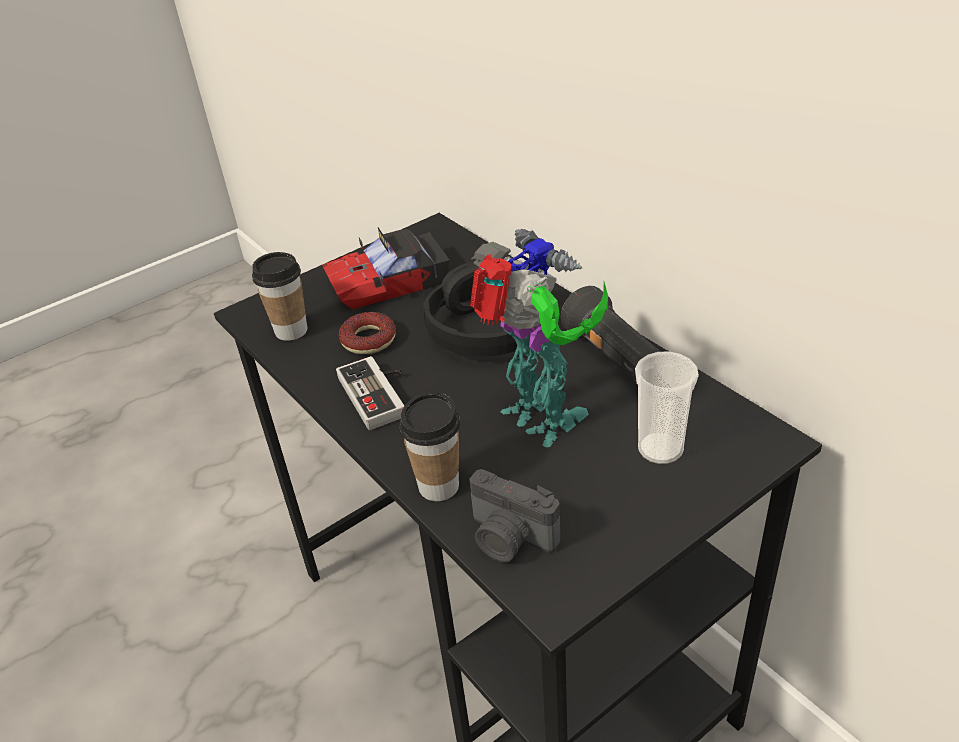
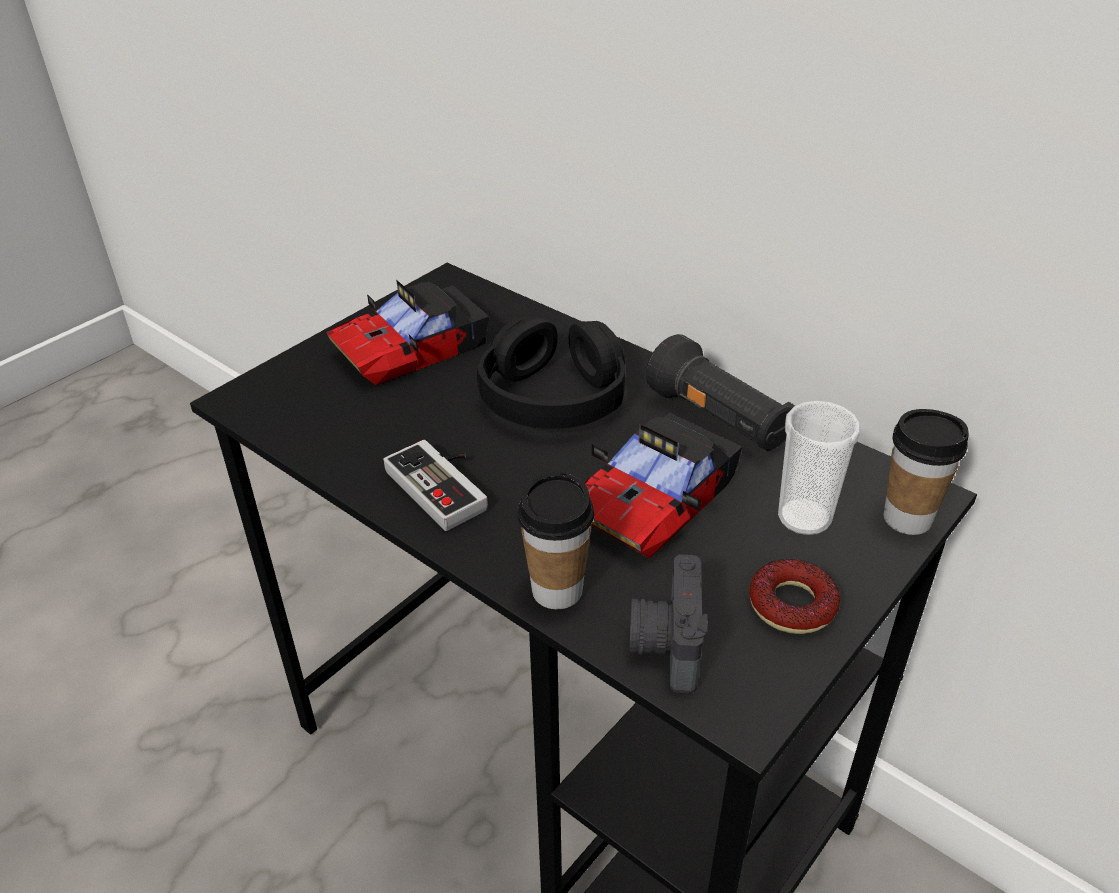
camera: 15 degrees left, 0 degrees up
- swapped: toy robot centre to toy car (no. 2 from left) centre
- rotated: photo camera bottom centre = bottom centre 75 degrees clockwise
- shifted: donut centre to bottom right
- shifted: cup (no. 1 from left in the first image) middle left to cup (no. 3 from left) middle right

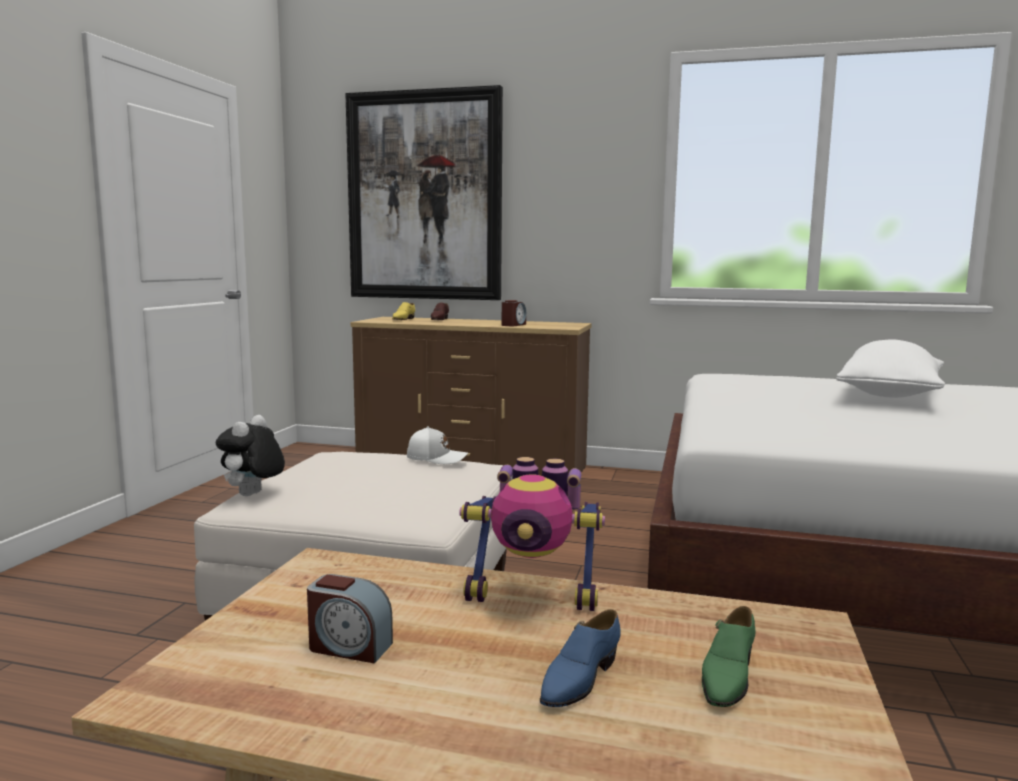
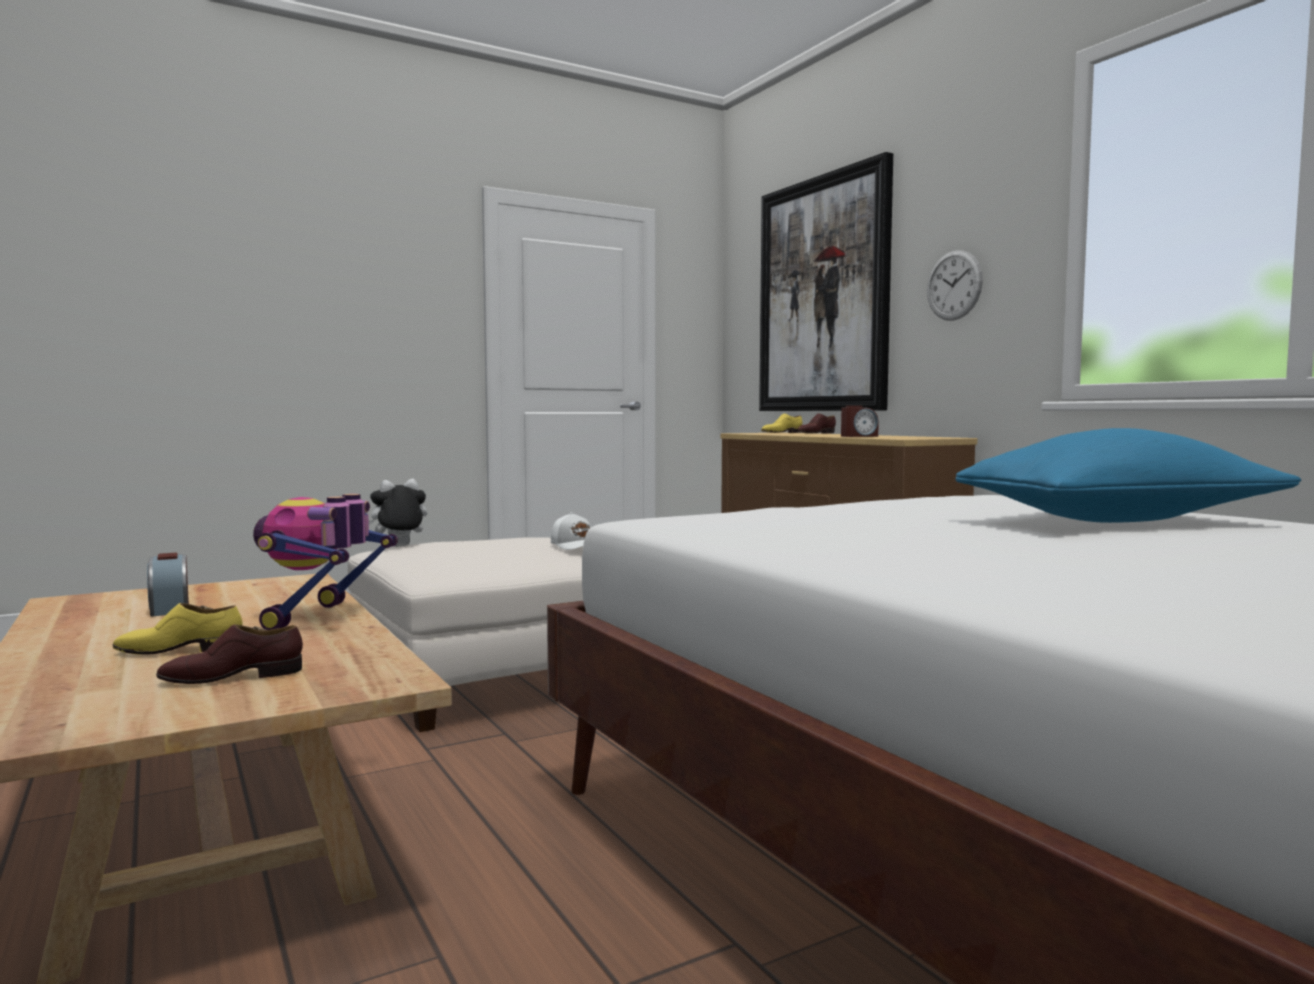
camera: 45 degrees right, 5 degrees down
- repainted: blue shoe bottom centre to yellow shoe (no. 1 from left) middle left
- repainted: green shoe bottom right to brown shoe (no. 1 from left) middle left
- rotated: toy robot bottom centre = middle left 45 degrees clockwise
- new: wall clock top right
- repainted: white pillow middle right to blue pillow middle right

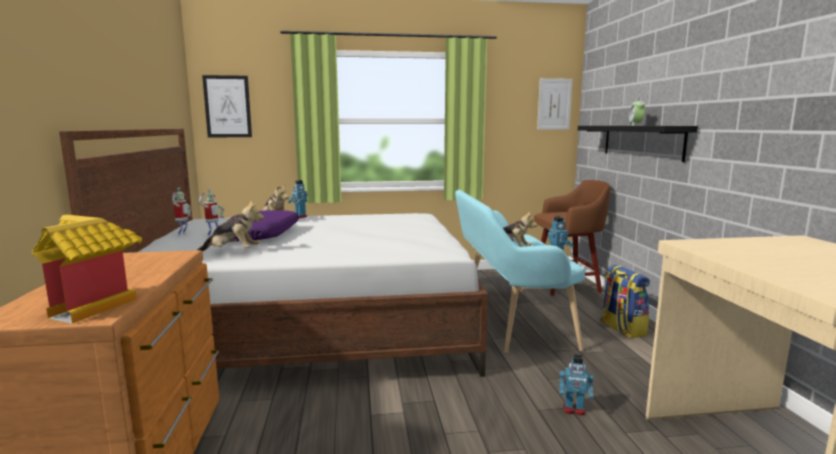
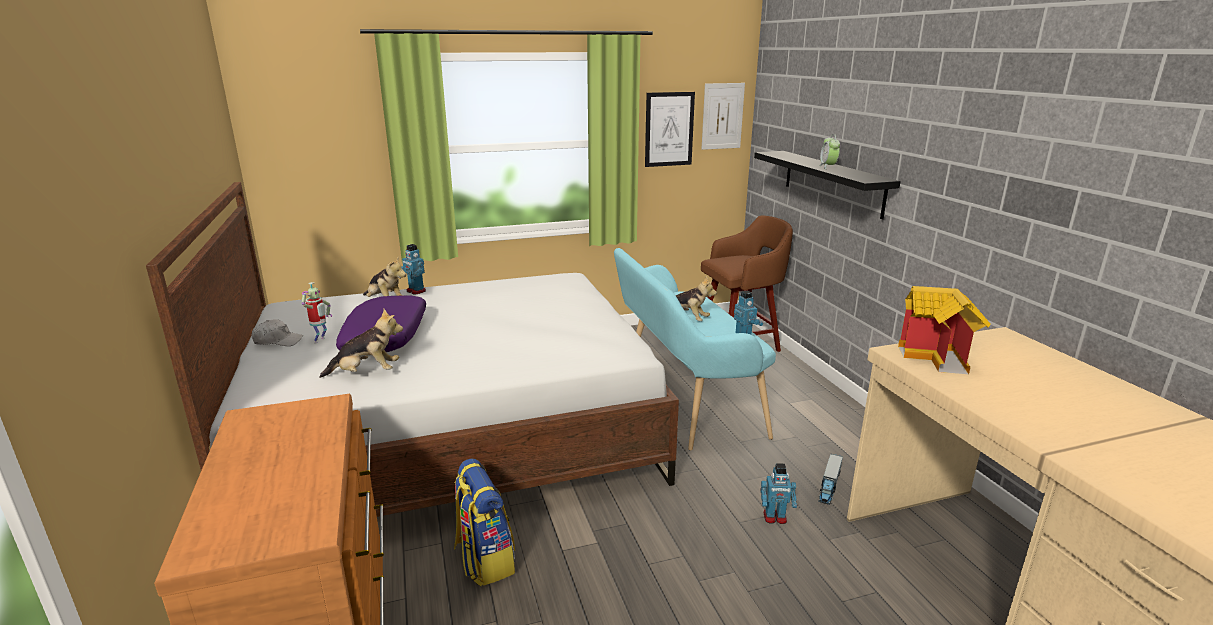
camera: 10 degrees left, 10 degrees up
- swapped: toy robot (no. 1 from left) middle left to white cap middle left
- shifted: backpack middle right to bottom centre
- shifted: picture (no. 1 from left) top left to top centre
- new: toy truck bottom right
- shifted: toy house middle left to middle right

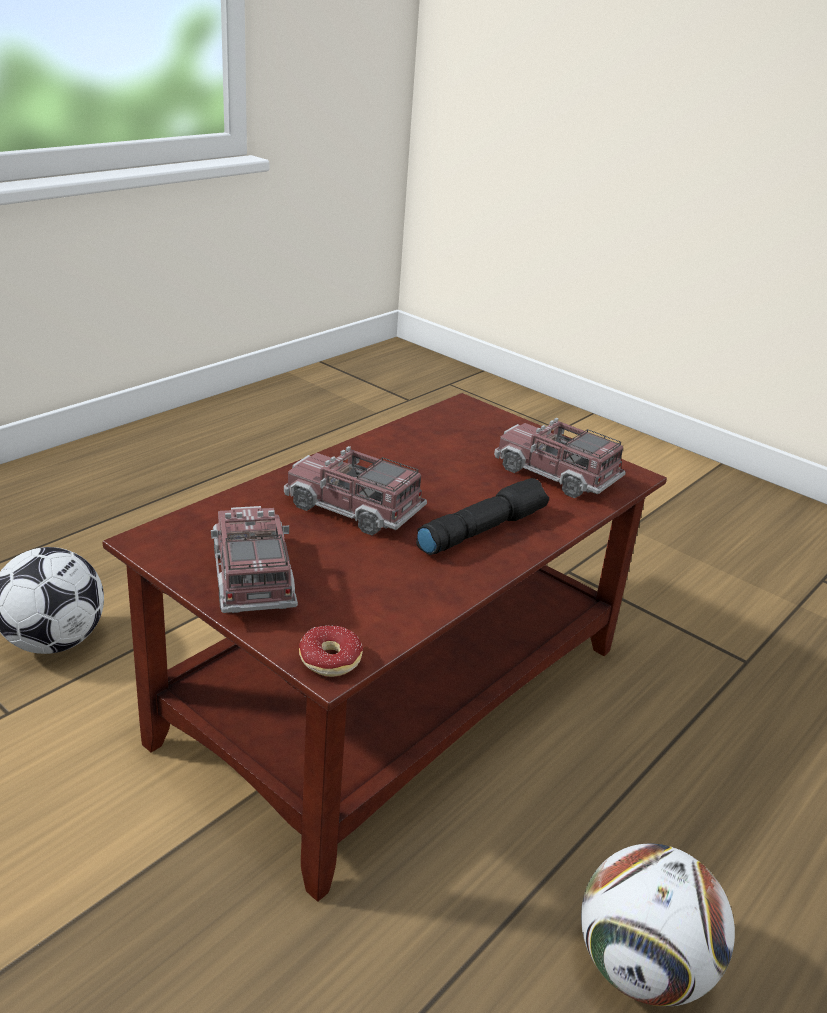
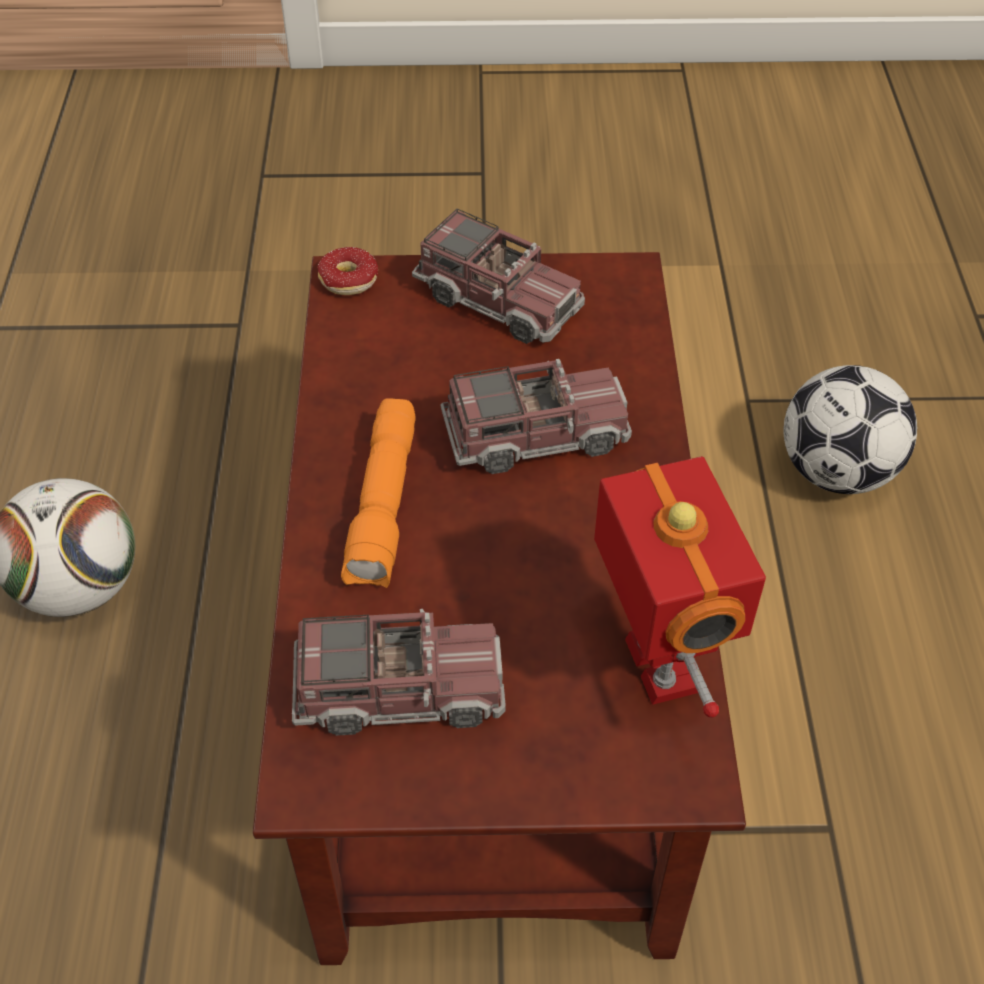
camera: 140 degrees right, 20 degrees up
- repainted: black flashlight centre to orange flashlight centre
- new: toy robot middle right

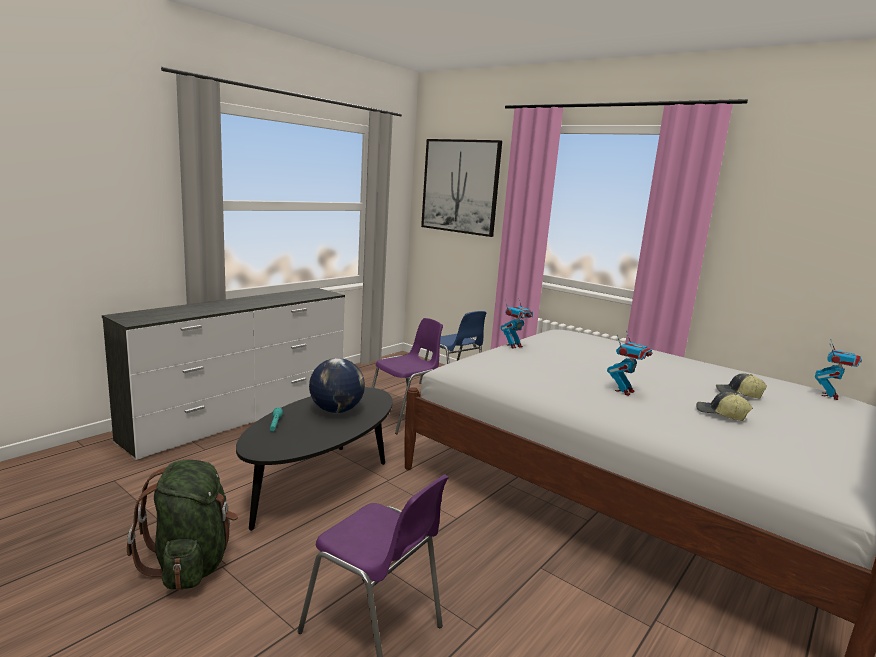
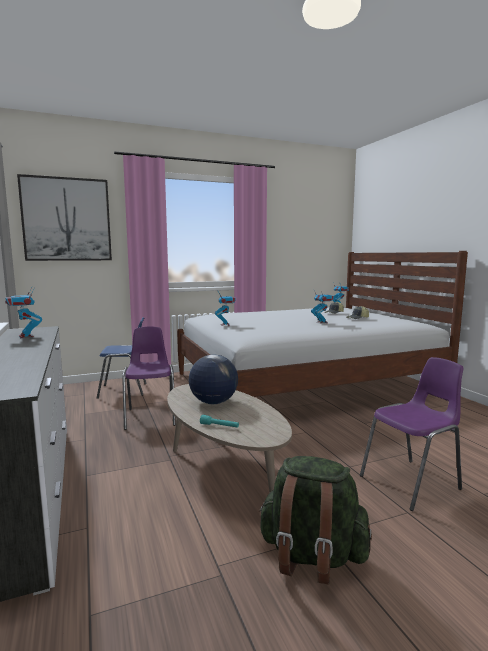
camera: 60 degrees left, 5 degrees down
- new: toy robot (no. 1 from left) middle left
- repainted: black coffee table bottom centre to beige coffee table bottom centre

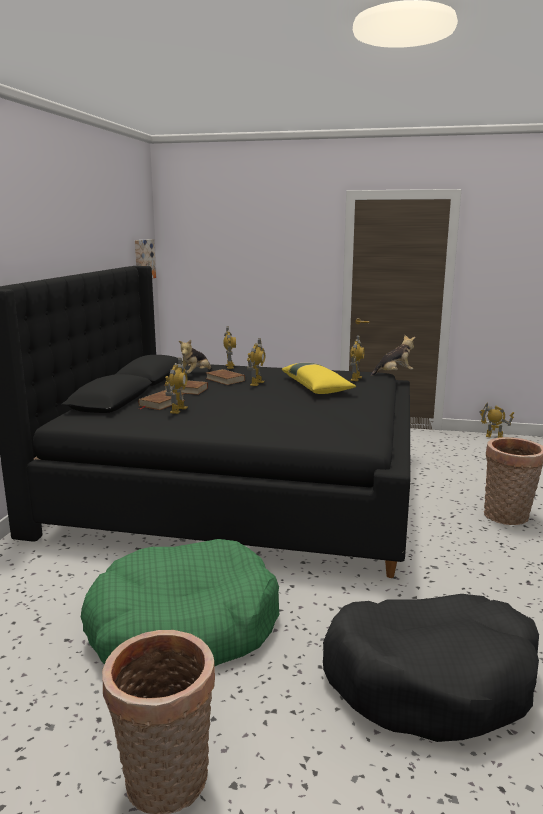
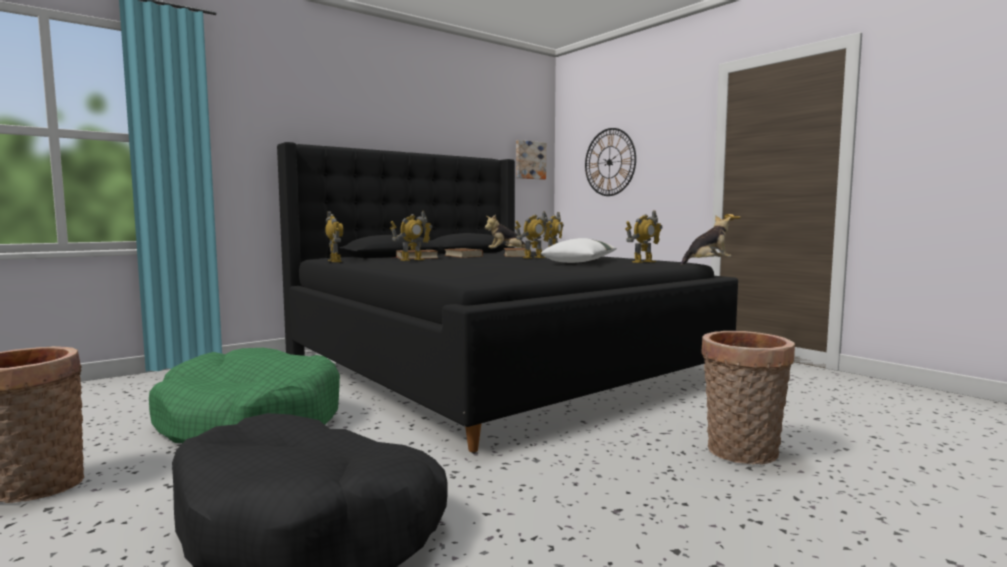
camera: 40 degrees right, 10 degrees down
- shifted: toy robot (no. 5 from left in the first image) middle right to toy robot (no. 1 from left) middle left
- repainted: yellow pillow centre to white pillow centre
- new: wall clock top centre
- rotated: plush toy (no. 2 from left) middle right = middle right 45 degrees counterclockwise

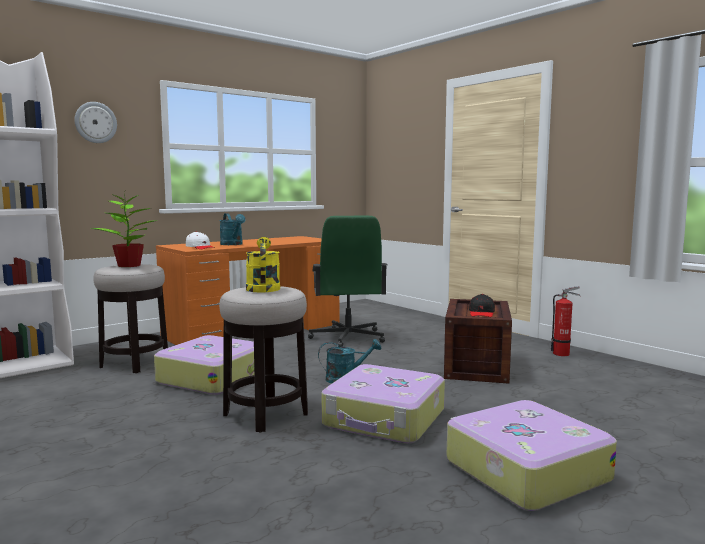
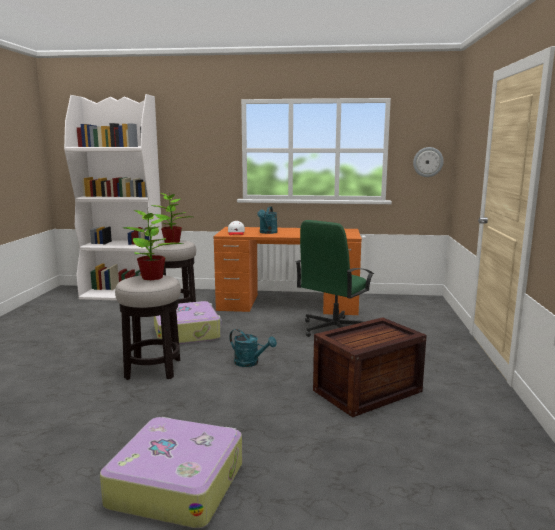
camera: 45 degrees right, 5 degrees up
- swapped: yellow watering can centre to potted plant (no. 1 from left) middle left
- shifted: wall clock top left to top right
- gone: suitcase (no. 2 from left) bottom centre
- gone: black cap middle right
- gone: fire extinguisher middle right

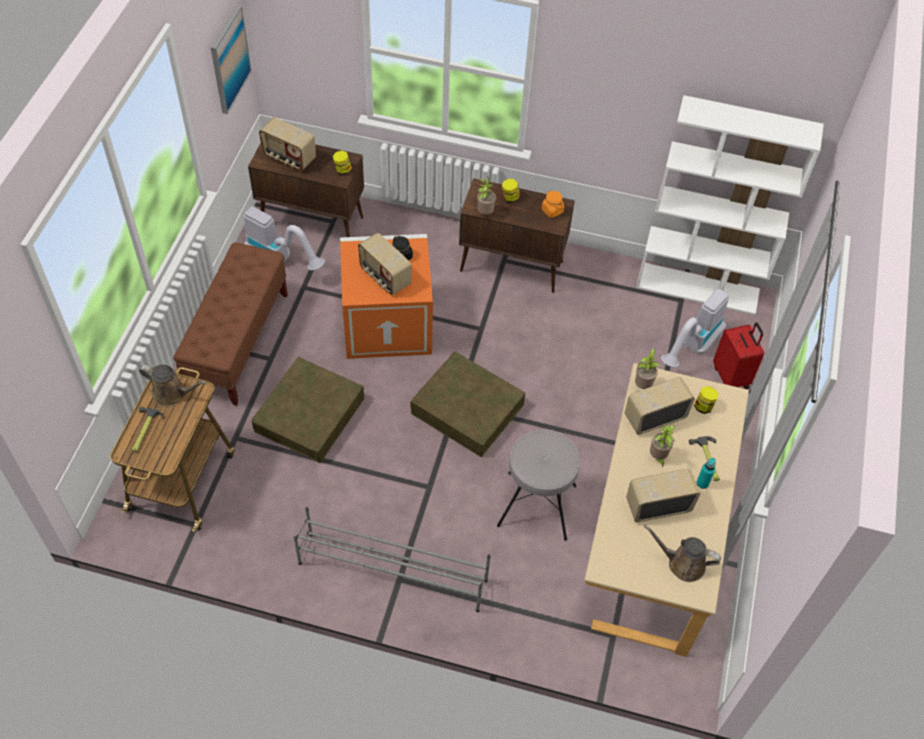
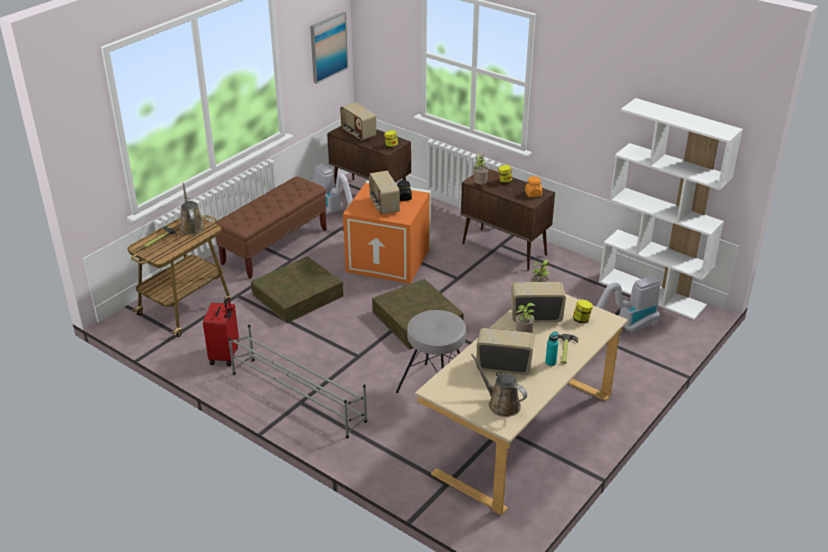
camera: 25 degrees right, 20 degrees down
- rotated: brown watering can (no. 1 from left) middle left = middle left 150 degrees counterclockwise
- shifted: red suitcase middle right to middle left

